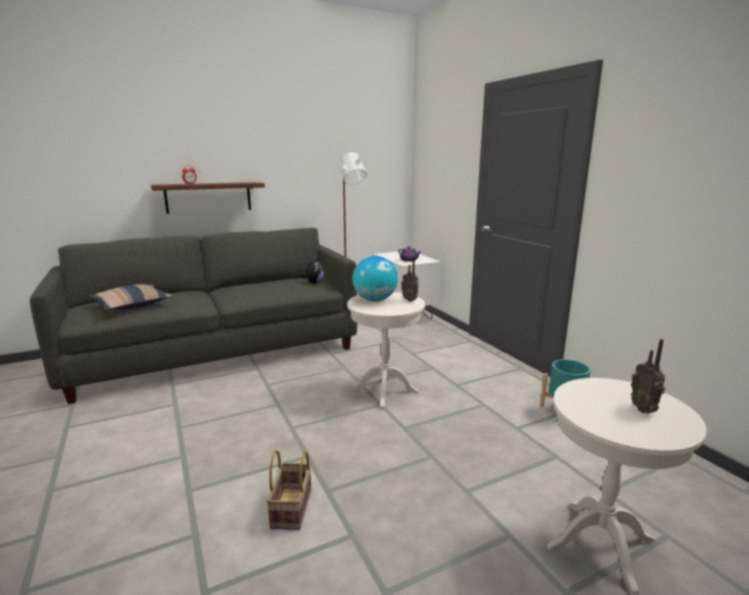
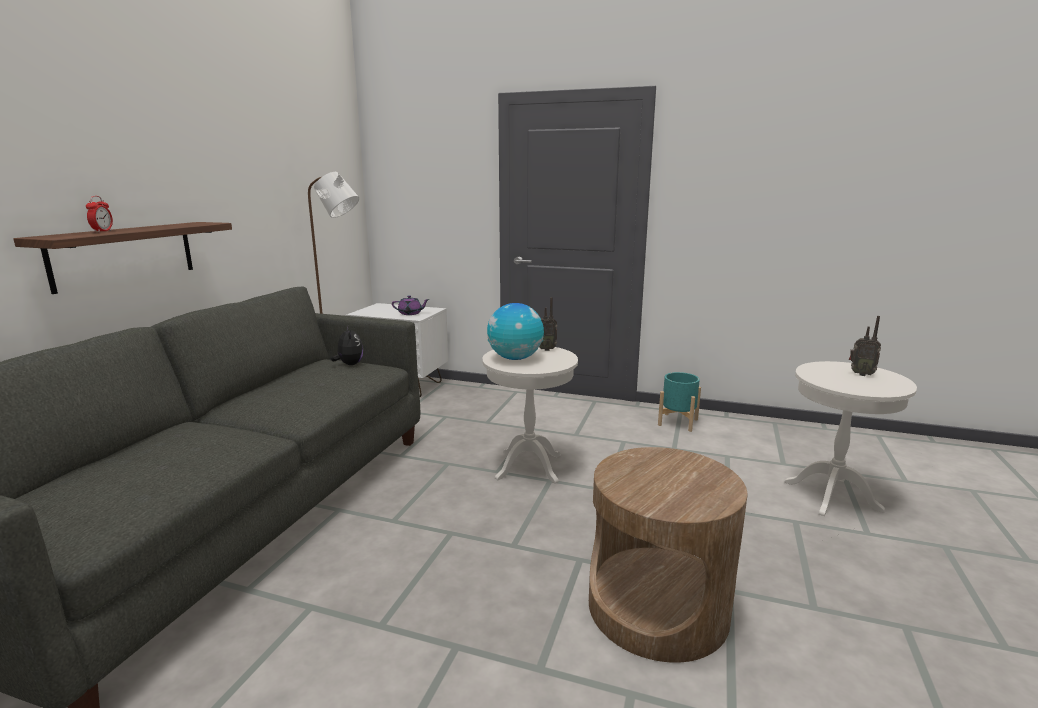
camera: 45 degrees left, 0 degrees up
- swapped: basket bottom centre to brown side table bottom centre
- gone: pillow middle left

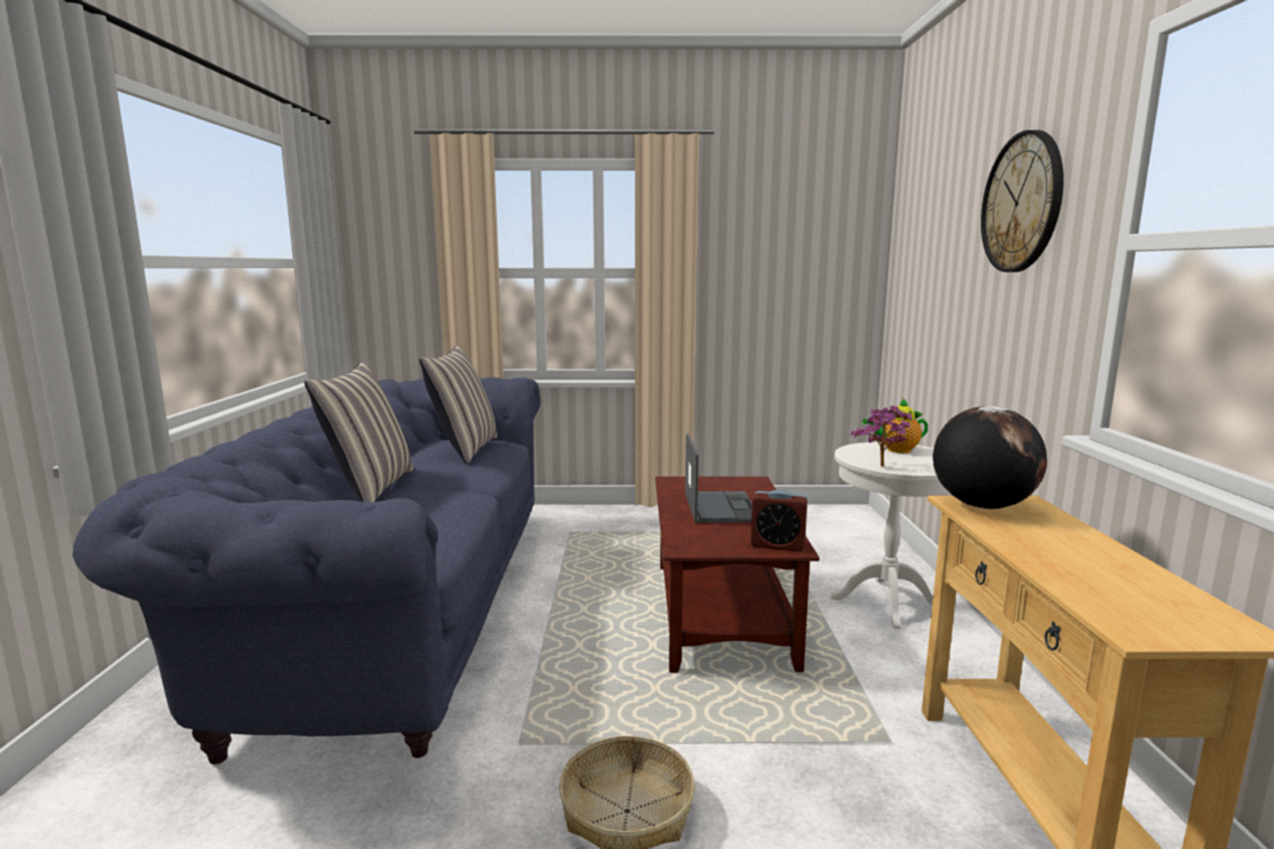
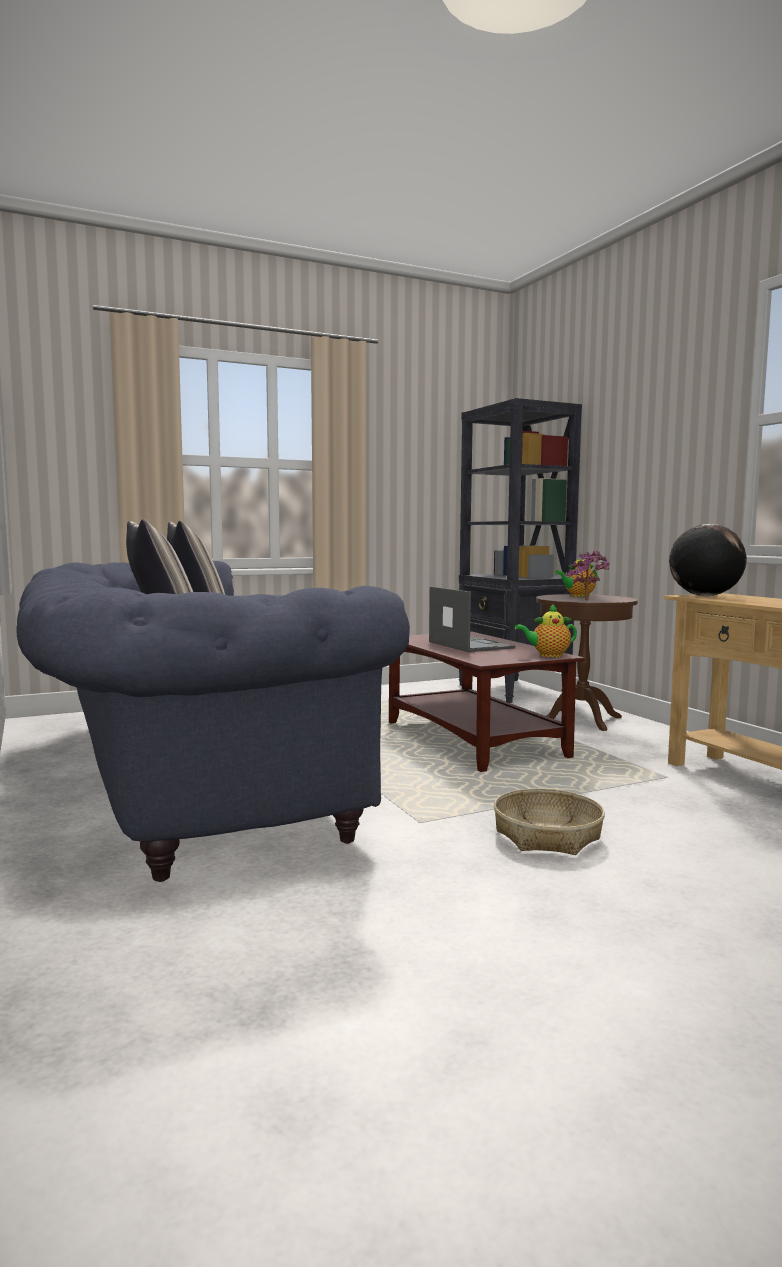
camera: 25 degrees left, 5 degrees down
- new: black bookcase centre
- swapped: alarm clock centre to teapot (no. 1 from left) middle right
- repainted: white side table middle right to brown side table middle right
- gone: wall clock top right

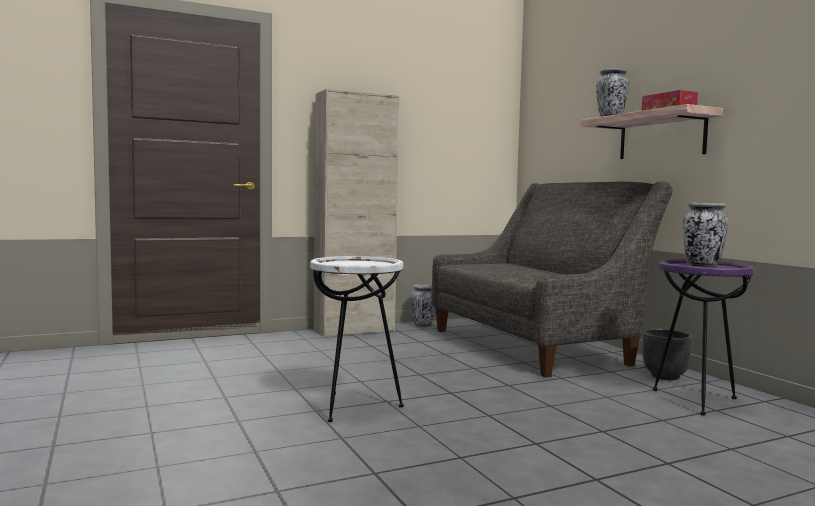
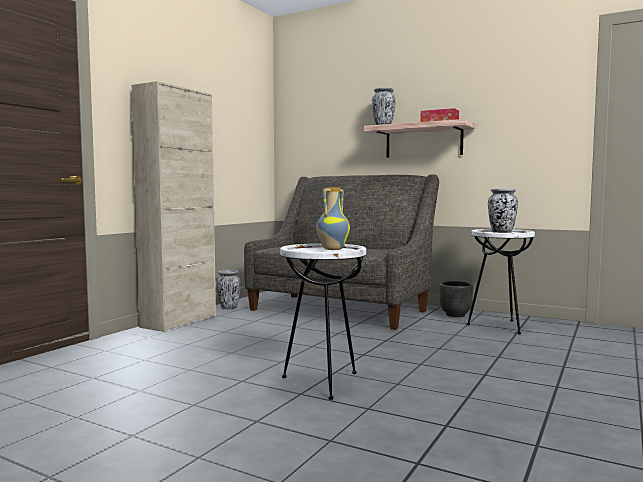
camera: 35 degrees left, 0 degrees up
- new: vase (no. 2 from left) centre
- repainted: purple side table middle right to white side table (no. 2 from left) middle right

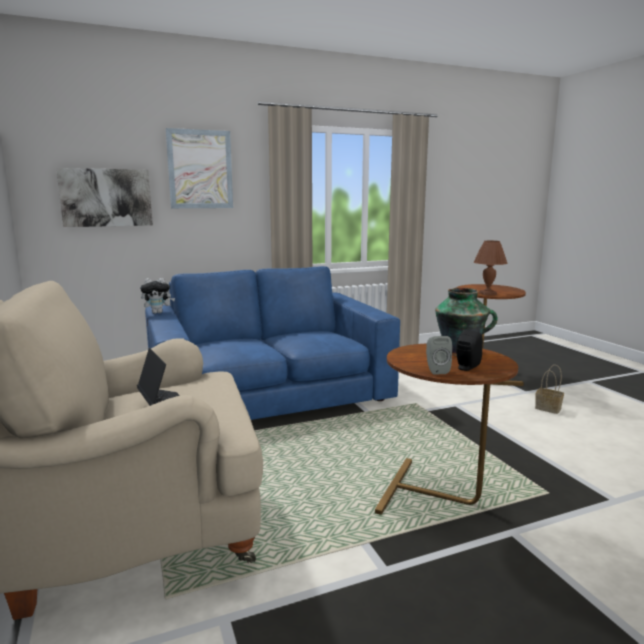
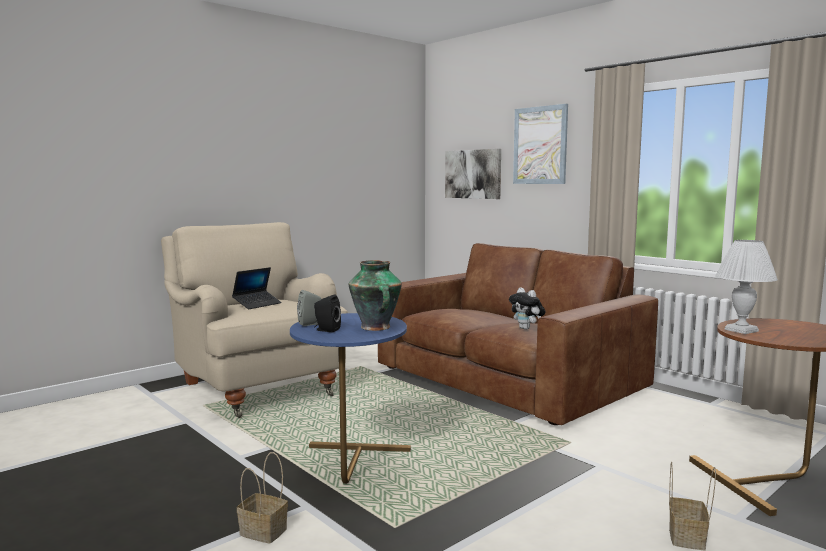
camera: 70 degrees right, 5 degrees down
- new: basket (no. 1 from left) bottom left
- repainted: brown side table (no. 1 from left) middle right to blue side table bottom centre
- repainted: blue sofa centre to brown sofa centre
- shifted: plush toy middle left to centre
- repainted: brown table lamp middle right to white table lamp middle right

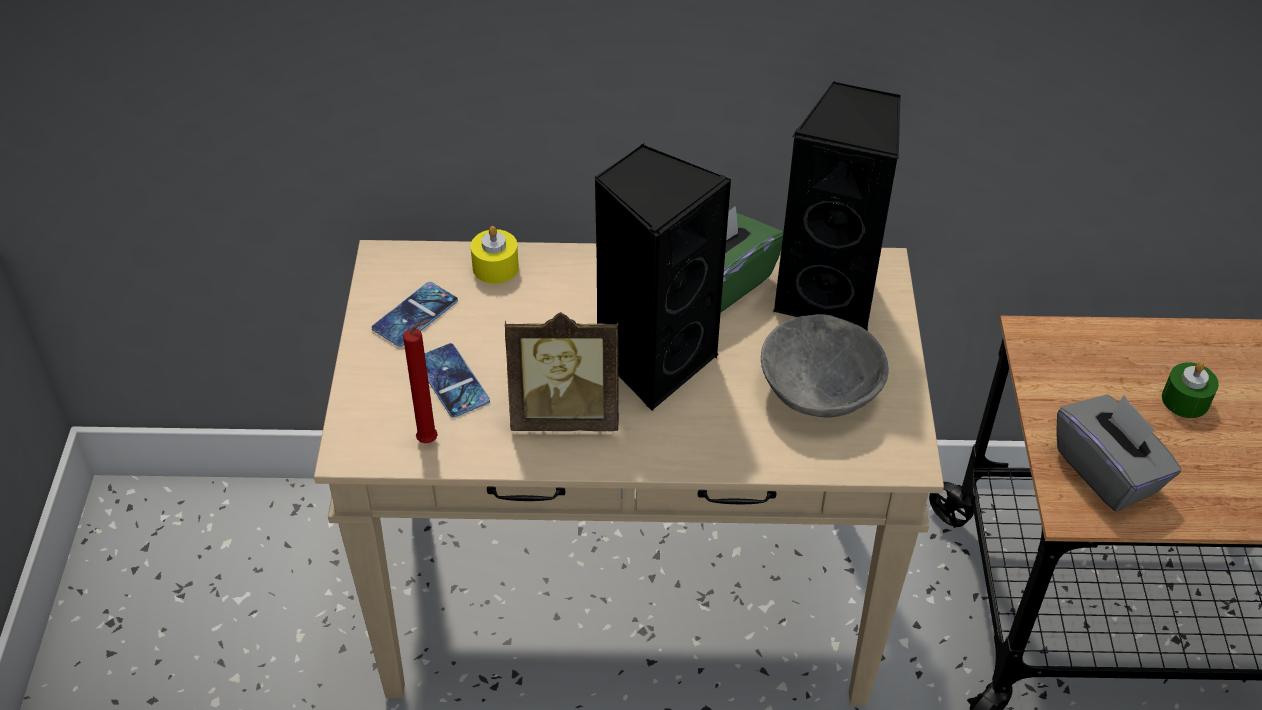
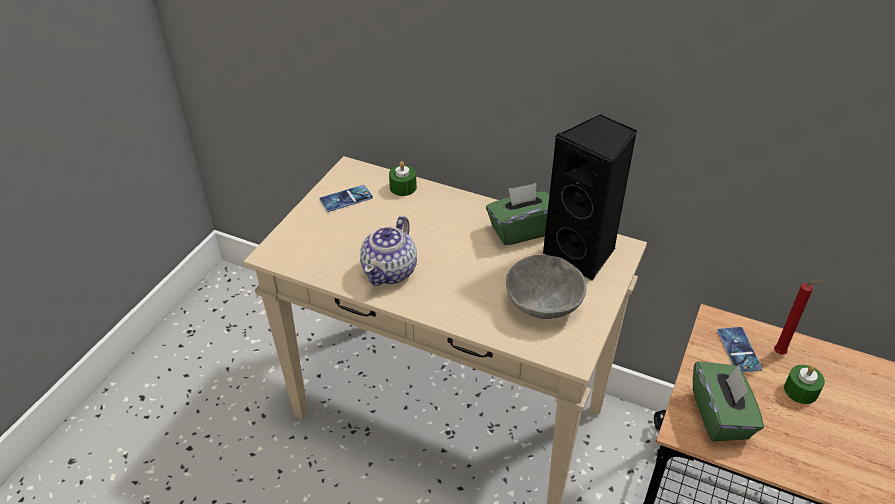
camera: 25 degrees right, 5 degrees down
- swapped: picture frame centre to teapot centre
- repainted: yellow candle centre to green candle (no. 1 from left) centre
- repainted: grey tissue box middle right to green tissue box (no. 2 from left) bottom right
- shifted: phone (no. 2 from left) centre to bottom right
- shifted: red candle middle left to middle right
- gone: black speaker (no. 1 from left) centre

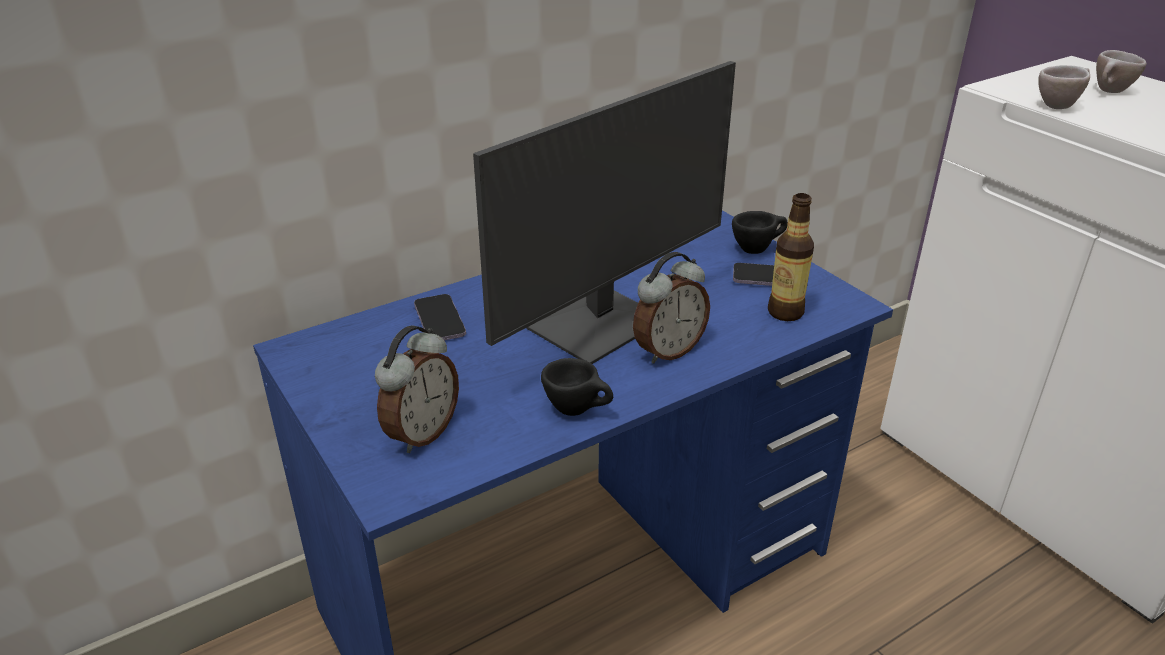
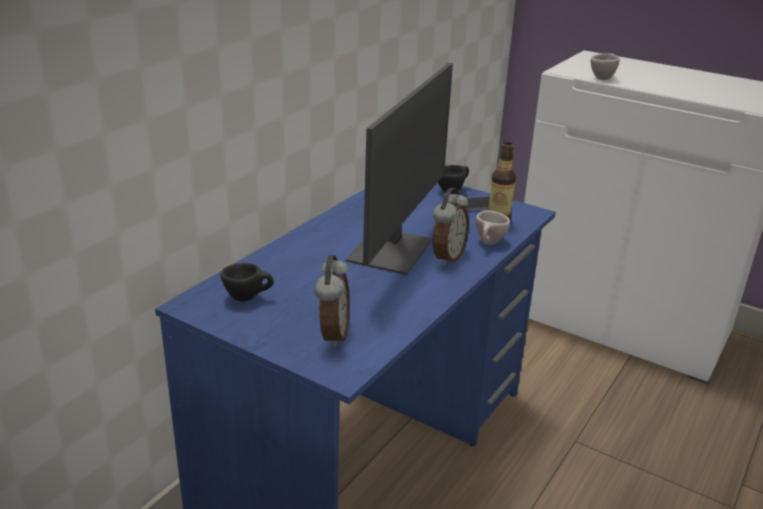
camera: 25 degrees left, 5 degrees down
- shifted: black cup (no. 1 from left) centre to middle left
- shifted: beige cup (no. 2 from left in the first image) top right to beige cup (no. 1 from left) centre
- gone: phone (no. 1 from left) centre

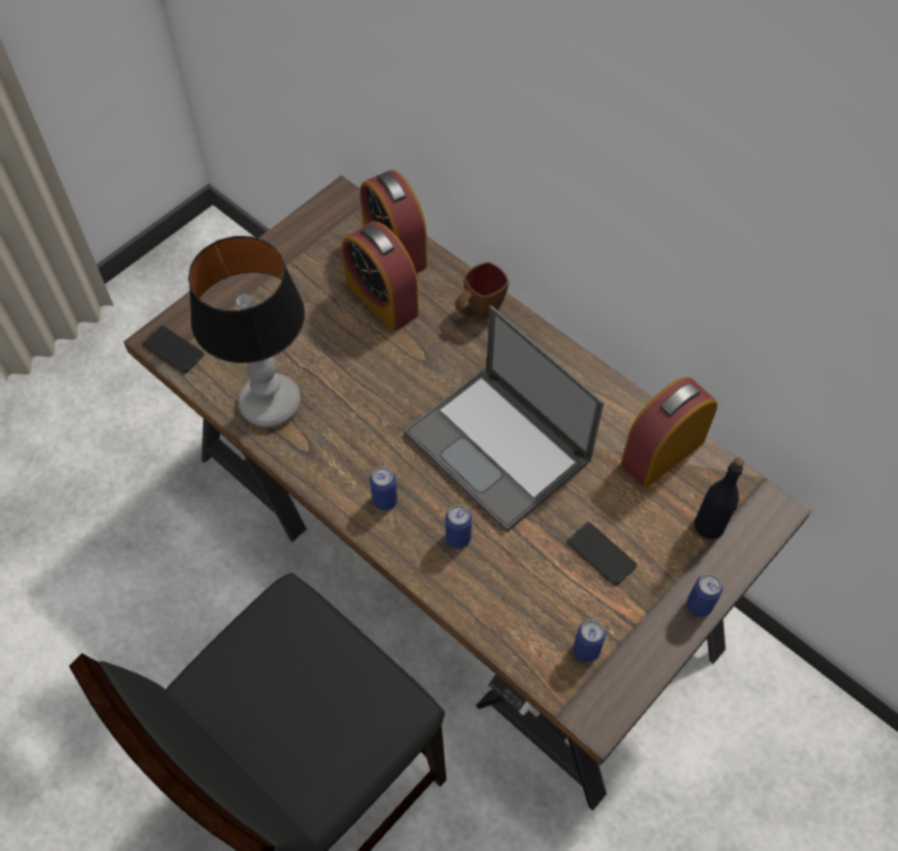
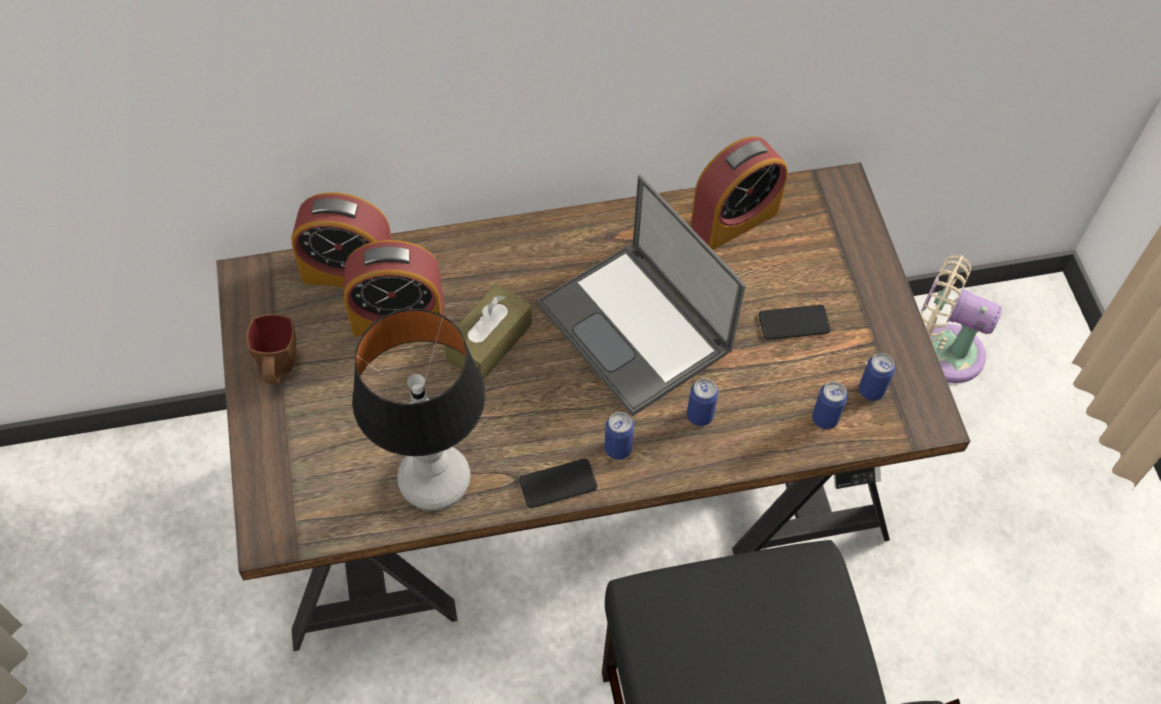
camera: 55 degrees left, 0 degrees up
- shifted: brown mug centre to middle left
- new: brown tissue box centre
- shifted: phone (no. 1 from left) middle left to bottom centre
- rotated: laptop centre = centre 60 degrees clockwise
- rotated: alarm clock (no. 3 from left) middle right = top centre 120 degrees counterclockwise
- shifted: can (no. 4 from left in the first image) bottom right to can (no. 3 from left) middle right
- new: beige fan middle right
- gone: black bottle middle right

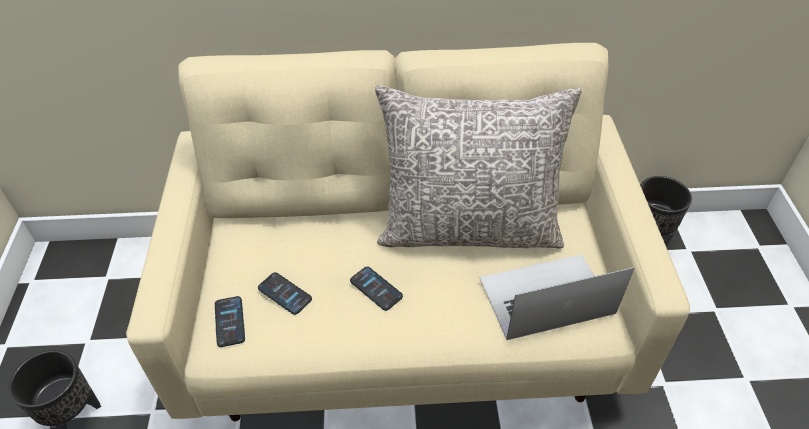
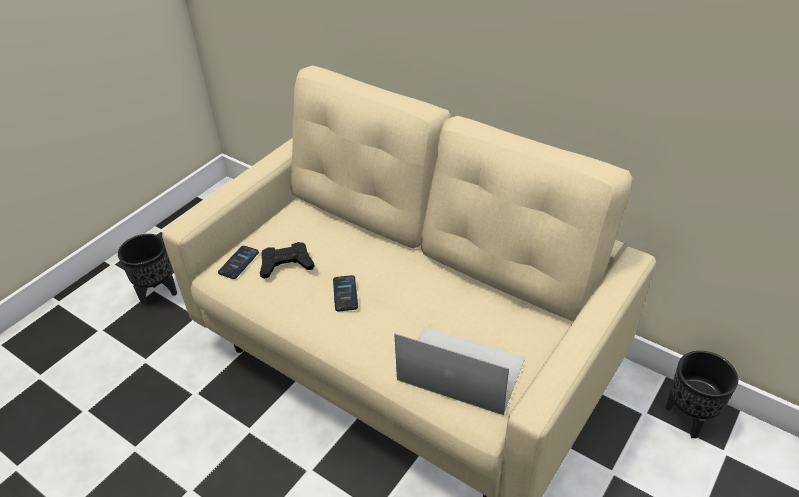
camera: 40 degrees right, 5 degrees down
- swapped: phone (no. 2 from left) bottom centre to black game controller centre
- gone: grey pillow centre

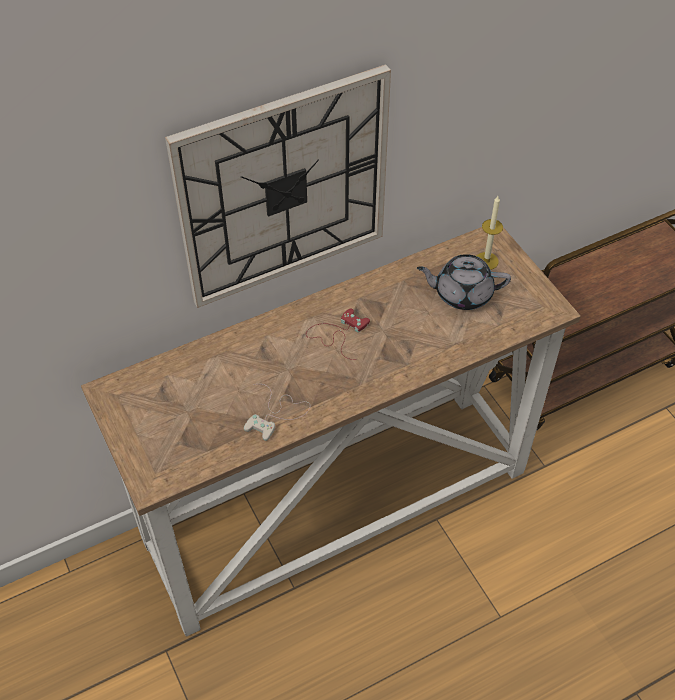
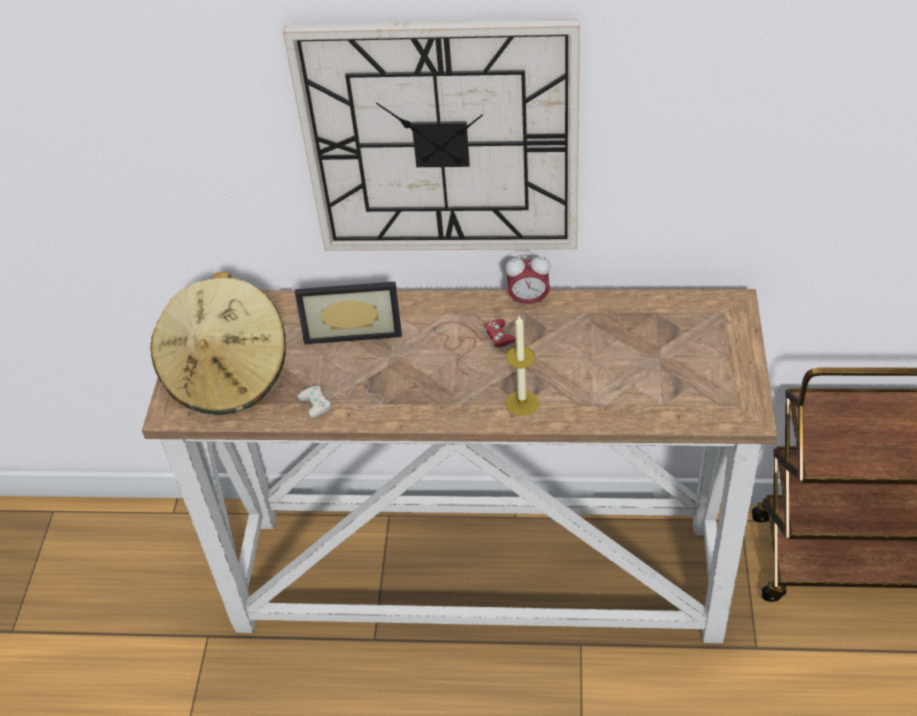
camera: 35 degrees right, 5 degrees down
- new: beige hat middle left
- new: picture frame centre
- new: alarm clock centre
- shifted: candle top right to centre
- gone: grey teapot middle right

